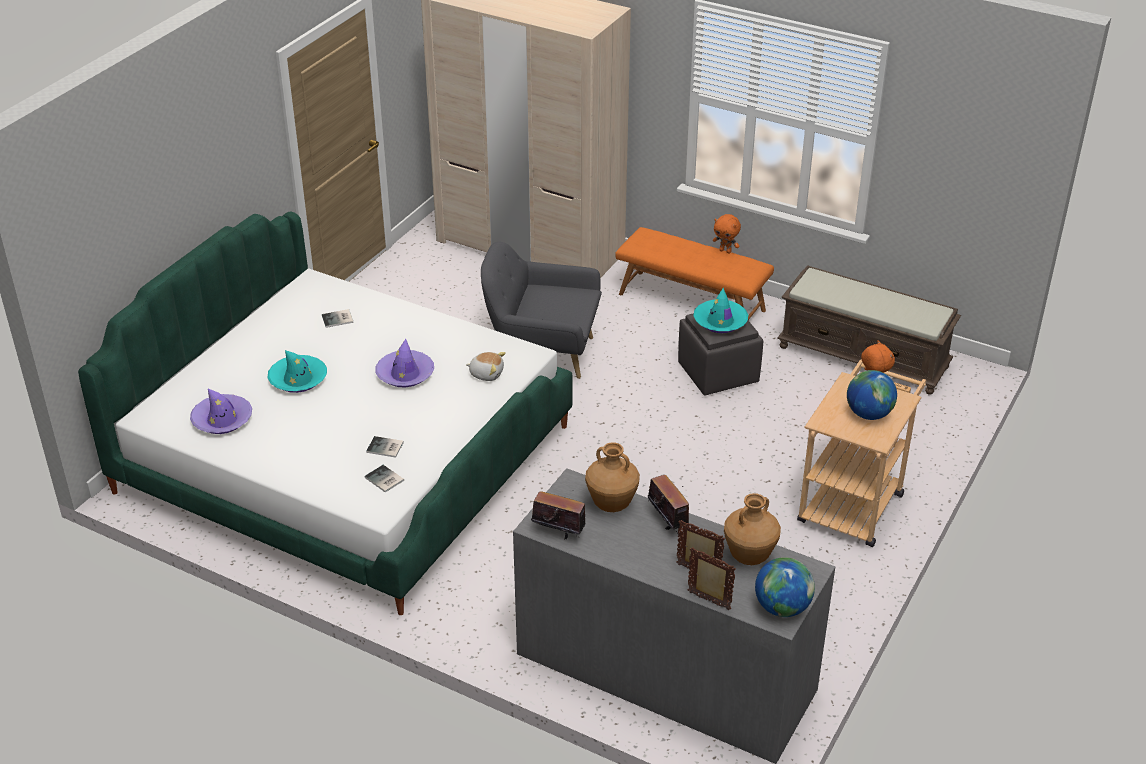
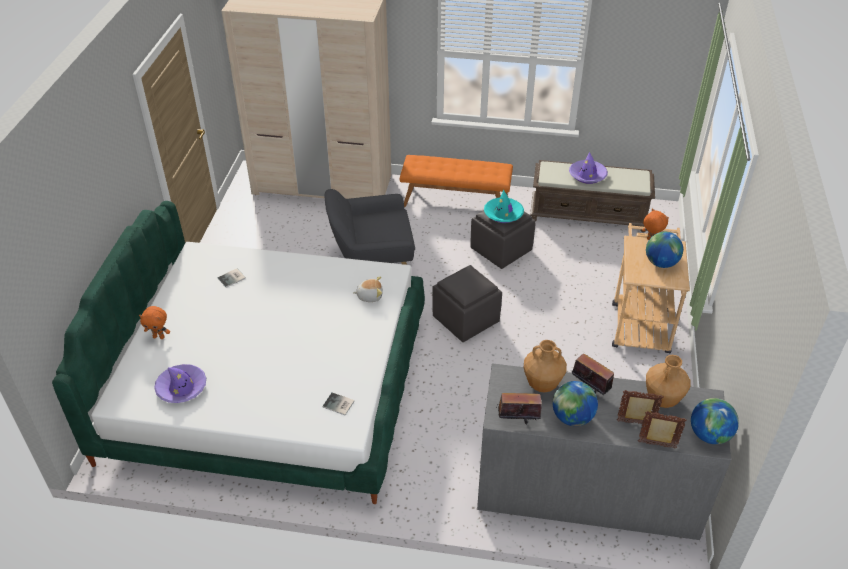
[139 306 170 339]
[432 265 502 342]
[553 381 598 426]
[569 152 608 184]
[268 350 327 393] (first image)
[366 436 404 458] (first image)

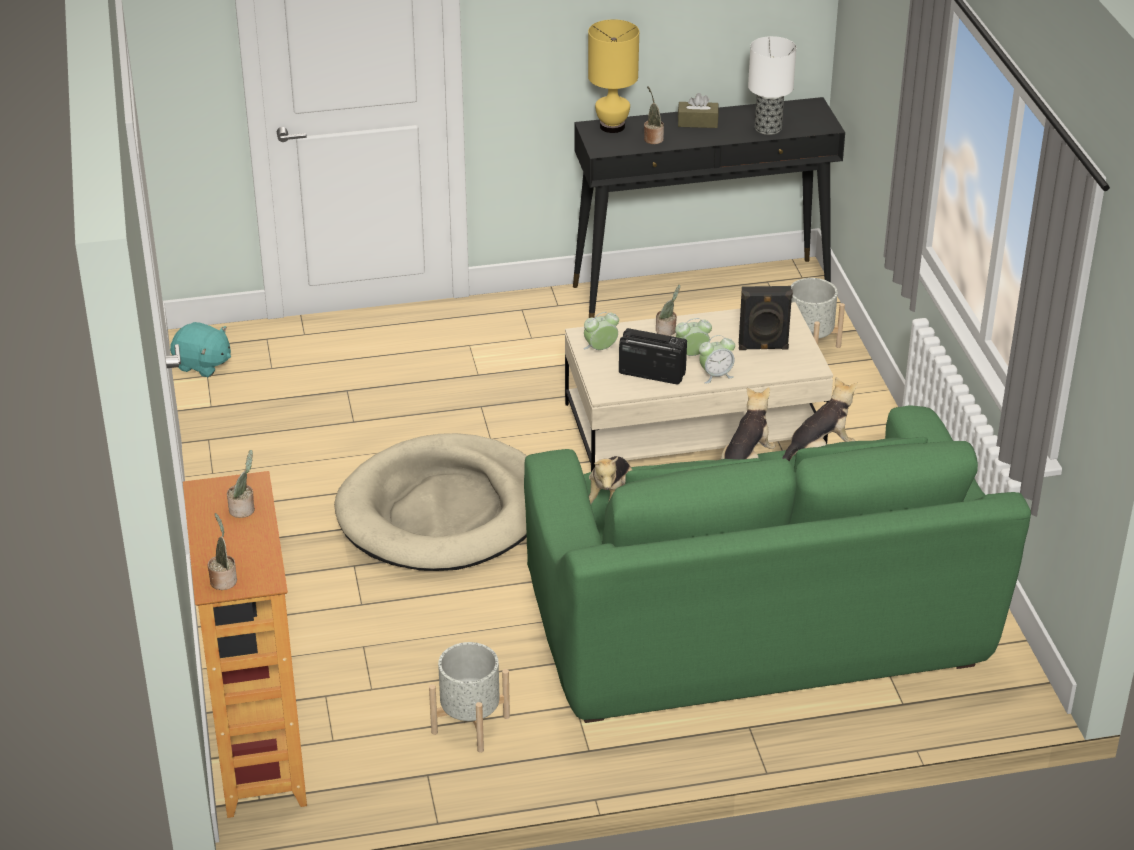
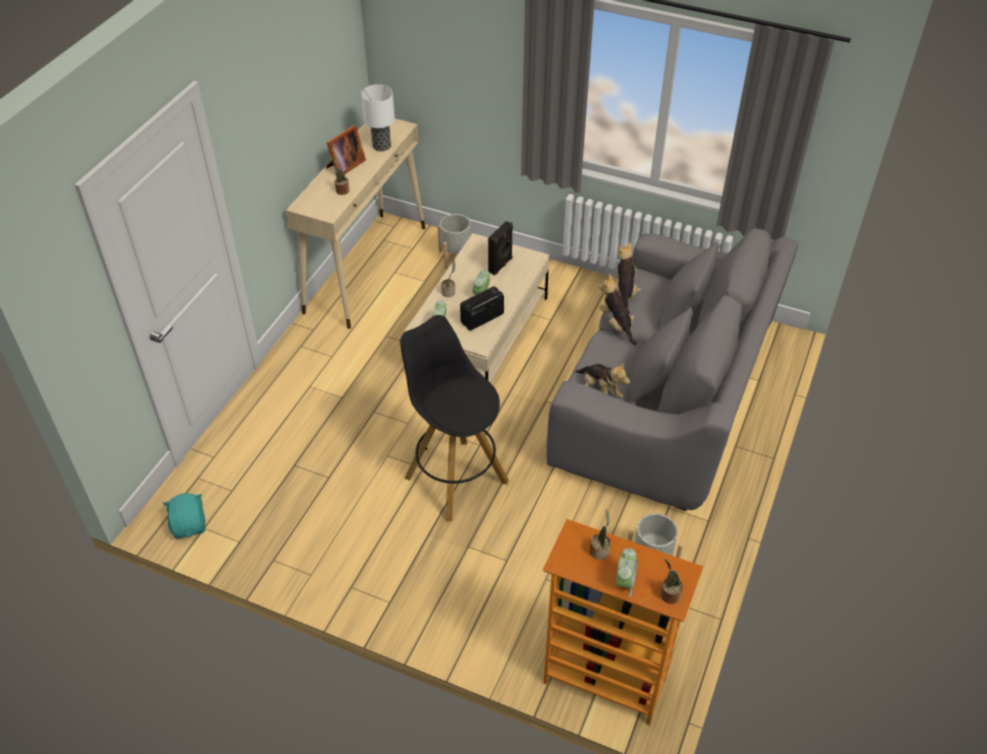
[162 493 206 538]
[286 119 425 329]
[326 125 366 175]
[400 315 509 522]
[546 228 798 511]
[616 548 637 597]
[588 19 639 133] (first image)

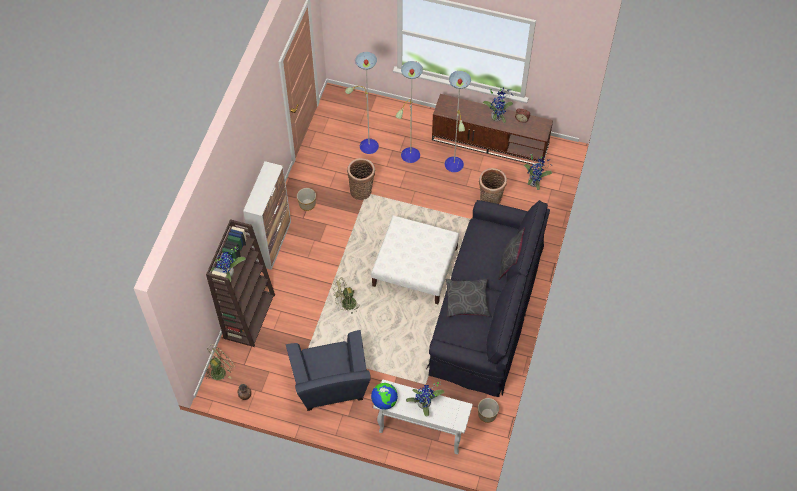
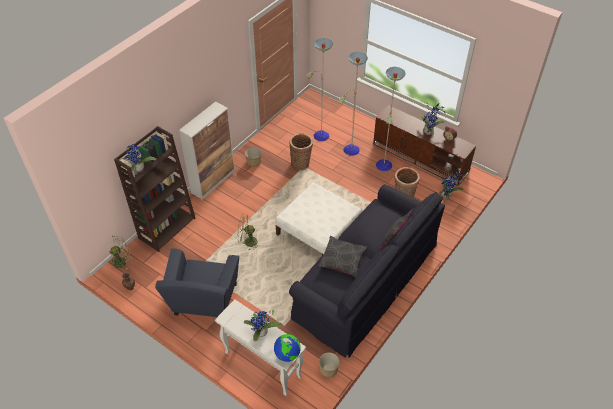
[274 334 301 362]

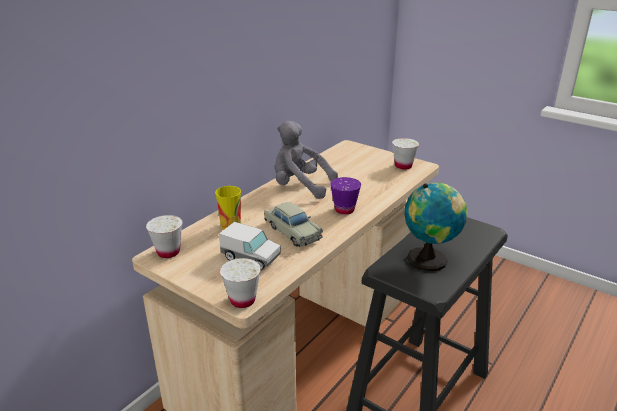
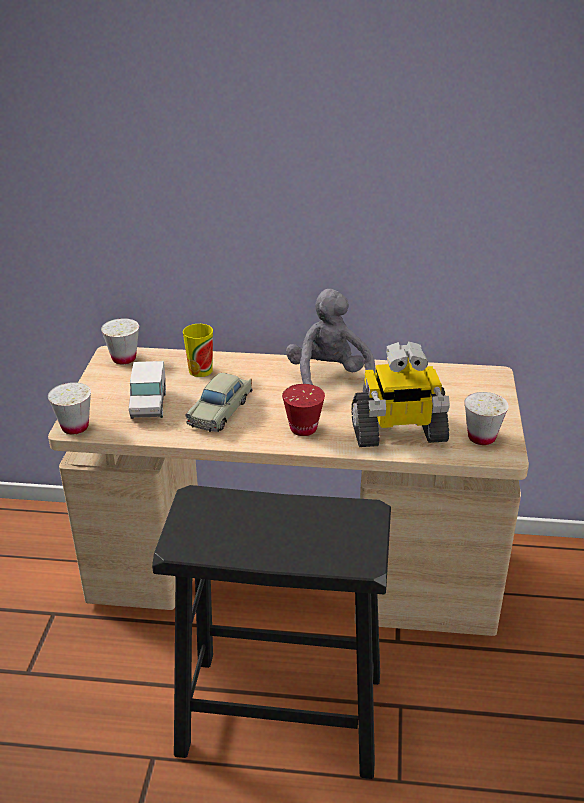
[282 384 325 436]
[351 341 450 447]
[404 182 467 271] (first image)

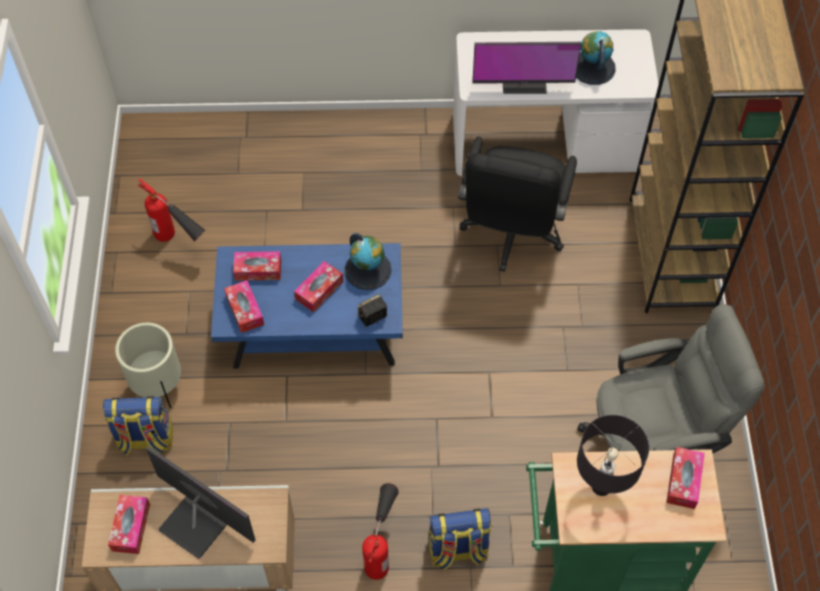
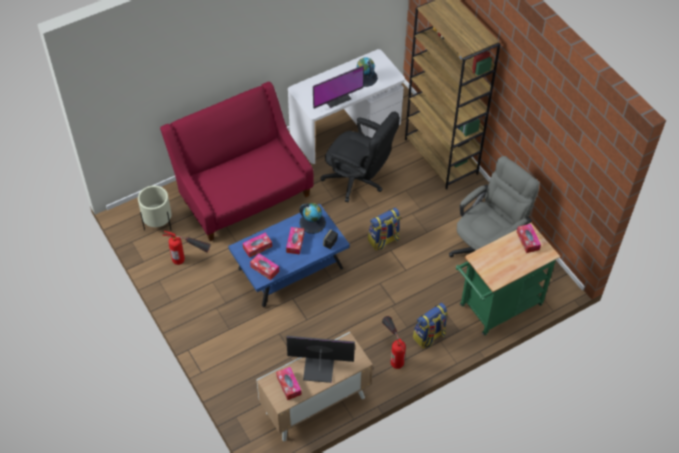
[138 186 172 231]
[160 82 314 241]
[320 112 400 203]
[368 208 401 251]
[577 415 649 496] (first image)

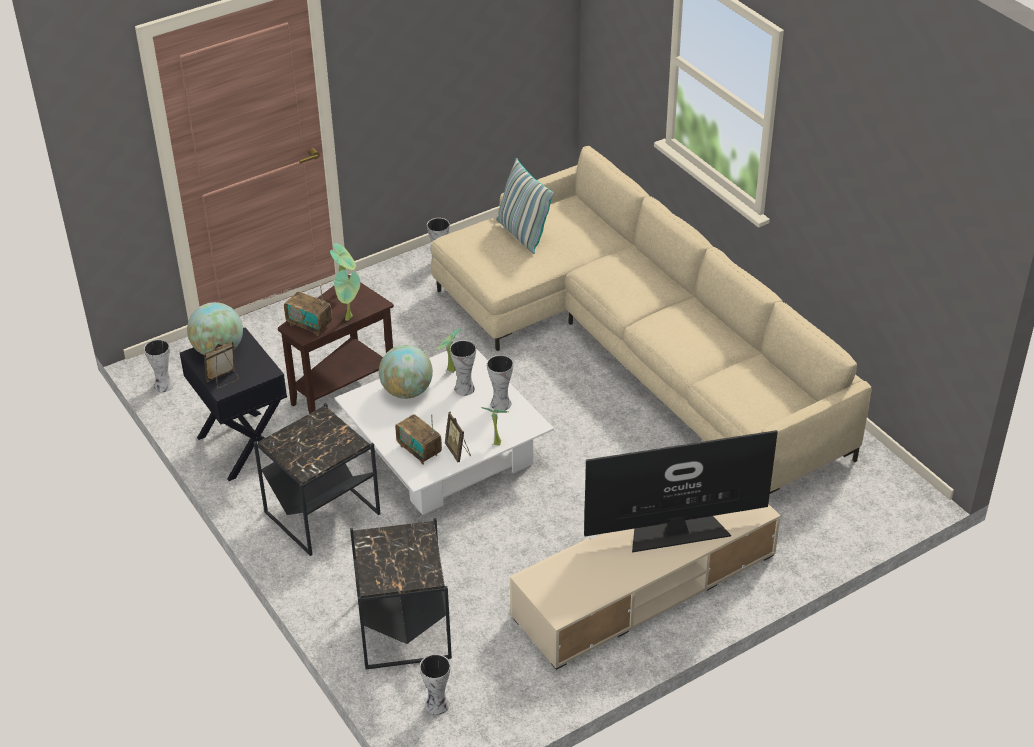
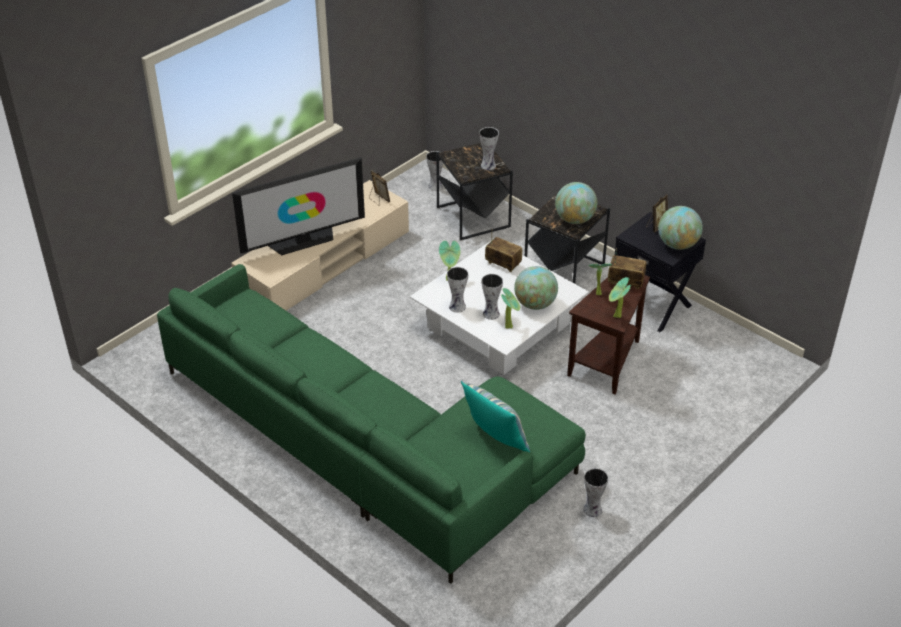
[157 264 586 584]
[369 171 390 206]
[479 127 499 170]
[555 182 597 224]

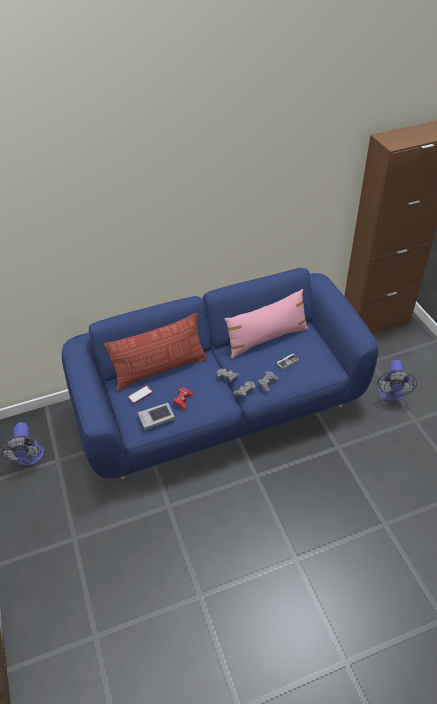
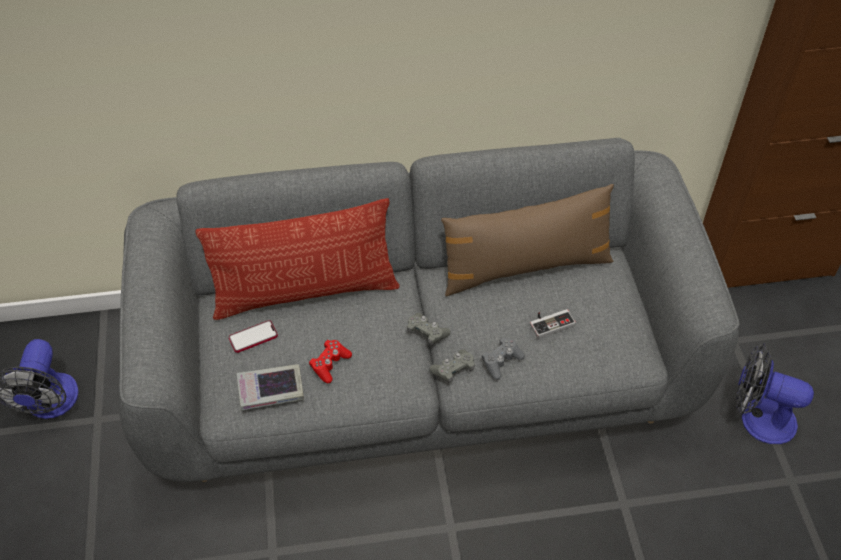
[119 138 739 482]
[441 184 614 297]
[736 344 814 444]

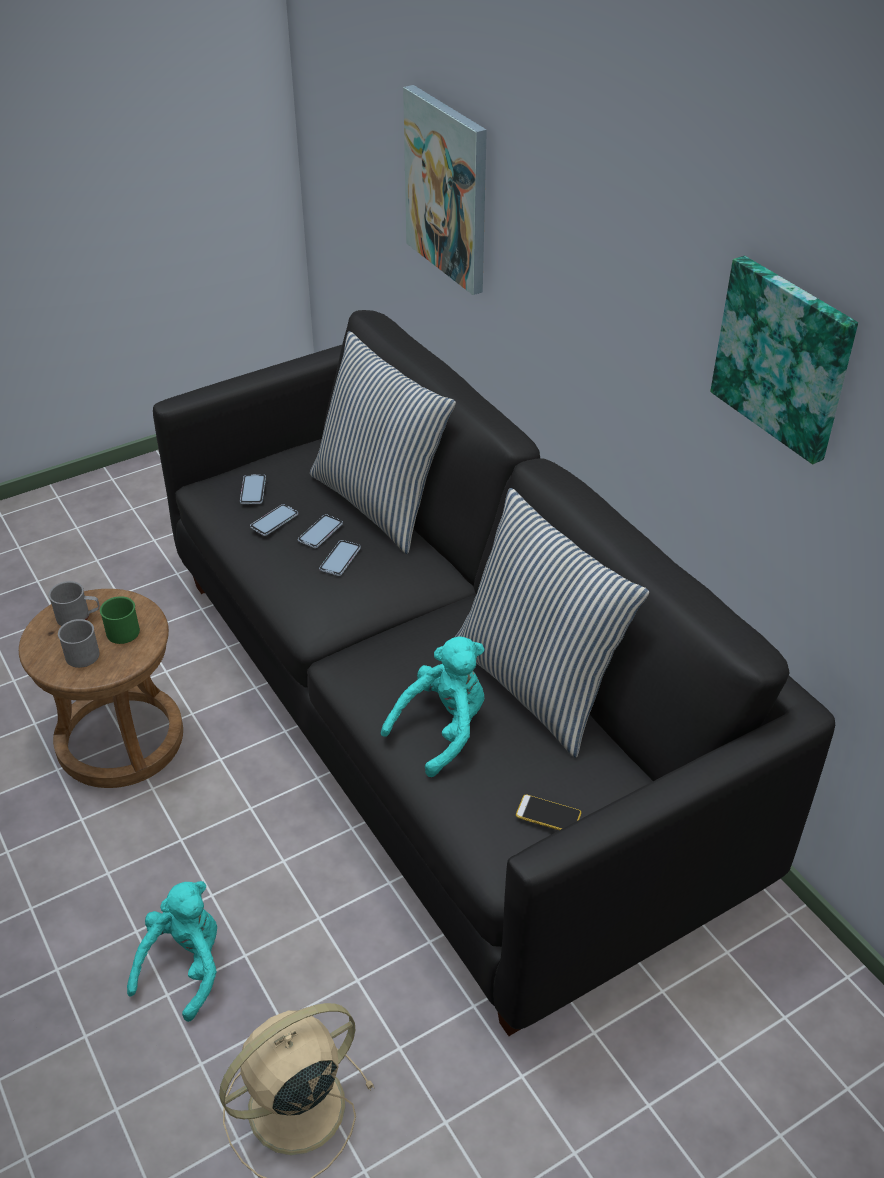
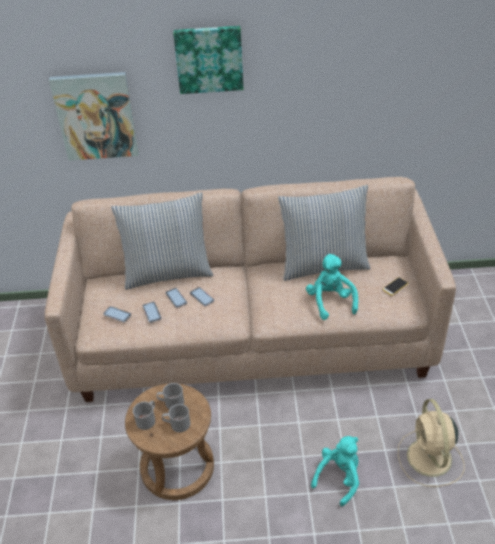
[45 177 456 402]
[156 383 184 409]
[173 26 243 94]
[311 436 359 506]

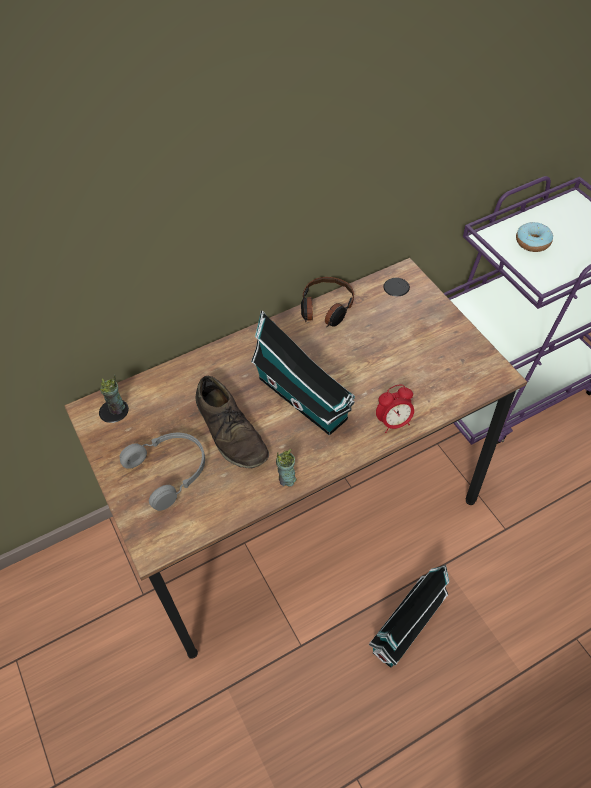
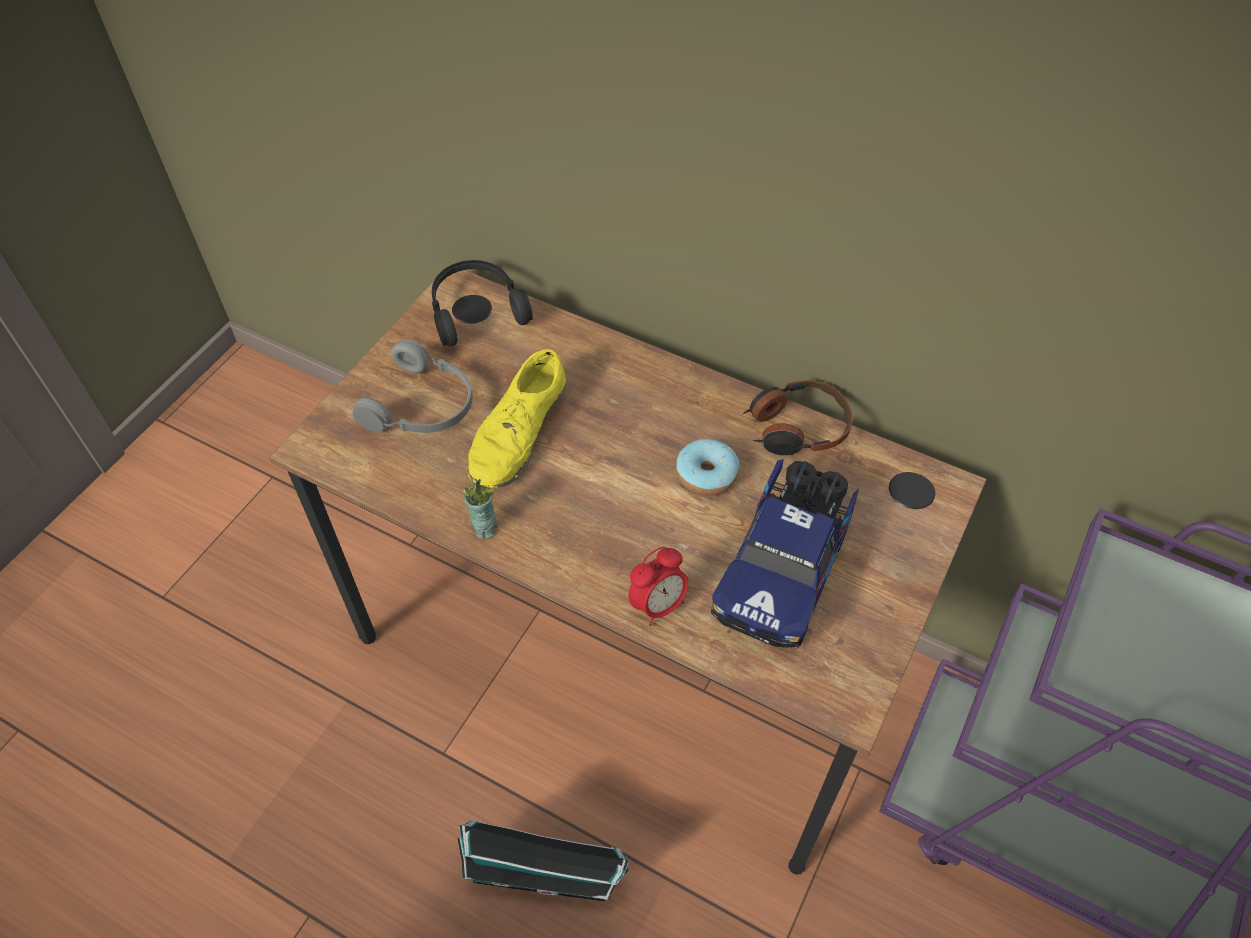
[432 260 533 346]
[467 349 566 488]
[628 547 689 626]
[676 439 739 496]
[711 459 859 649]
[251 311 355 436] (first image)

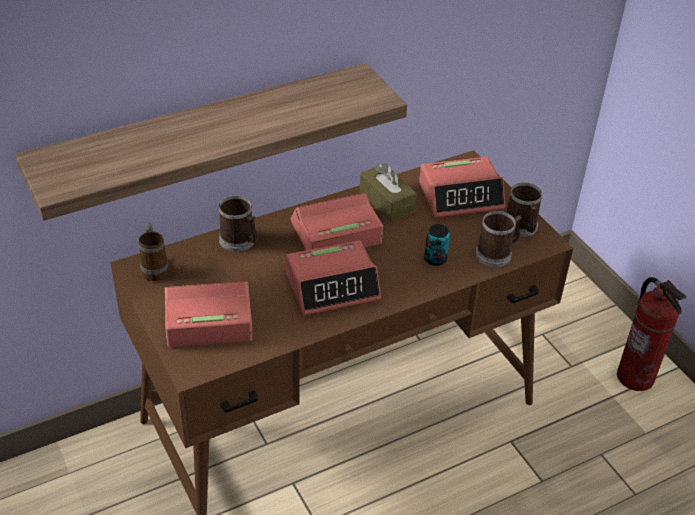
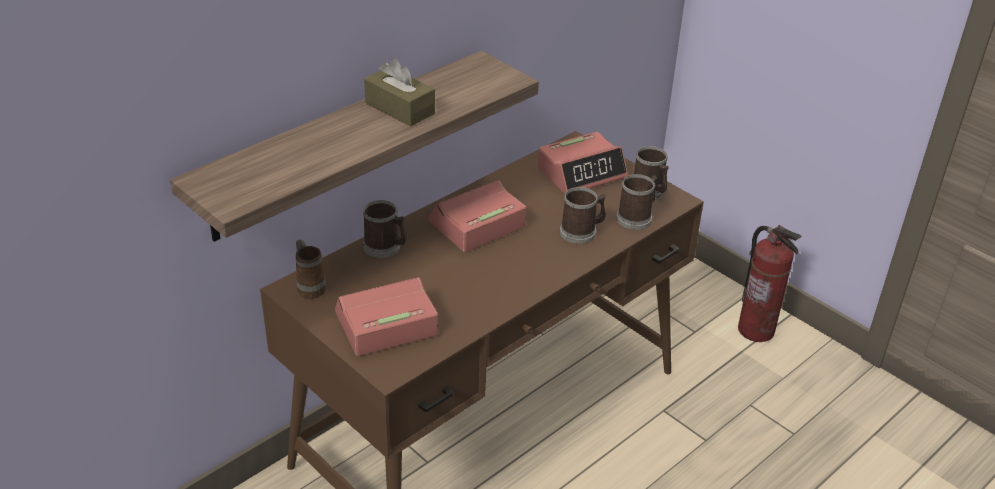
[364 59 435 127]
[560 187 606 244]
[286 240 381 316] (first image)

